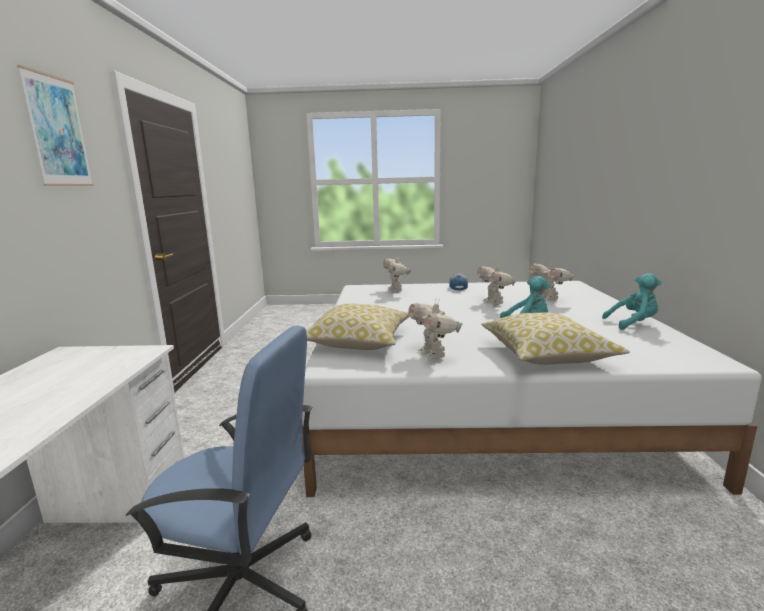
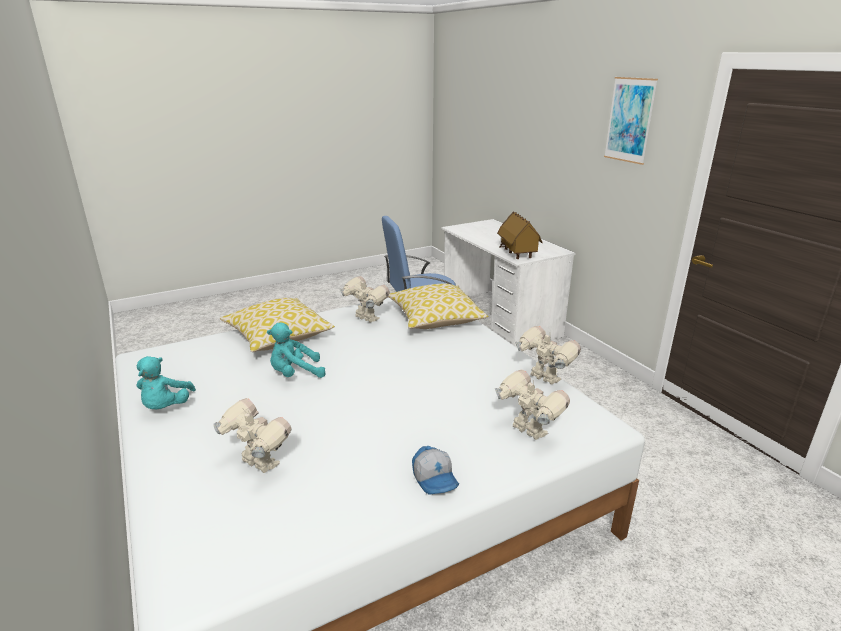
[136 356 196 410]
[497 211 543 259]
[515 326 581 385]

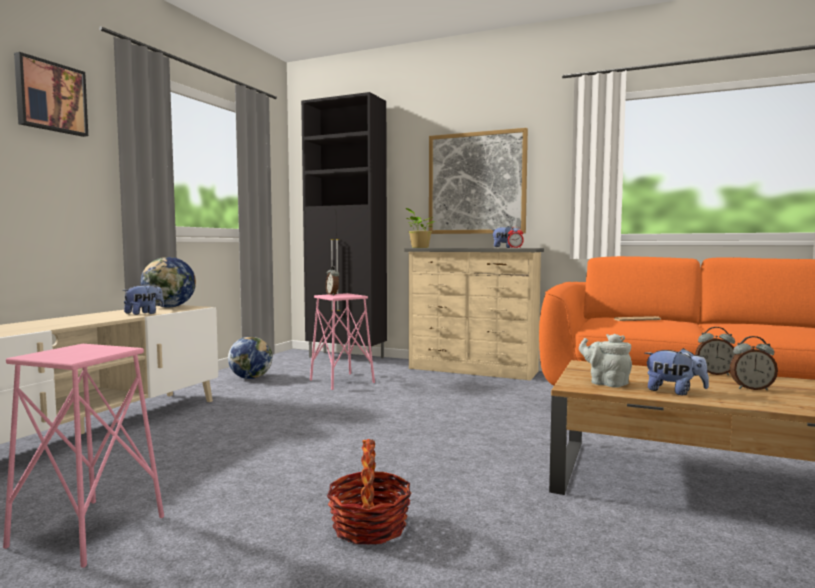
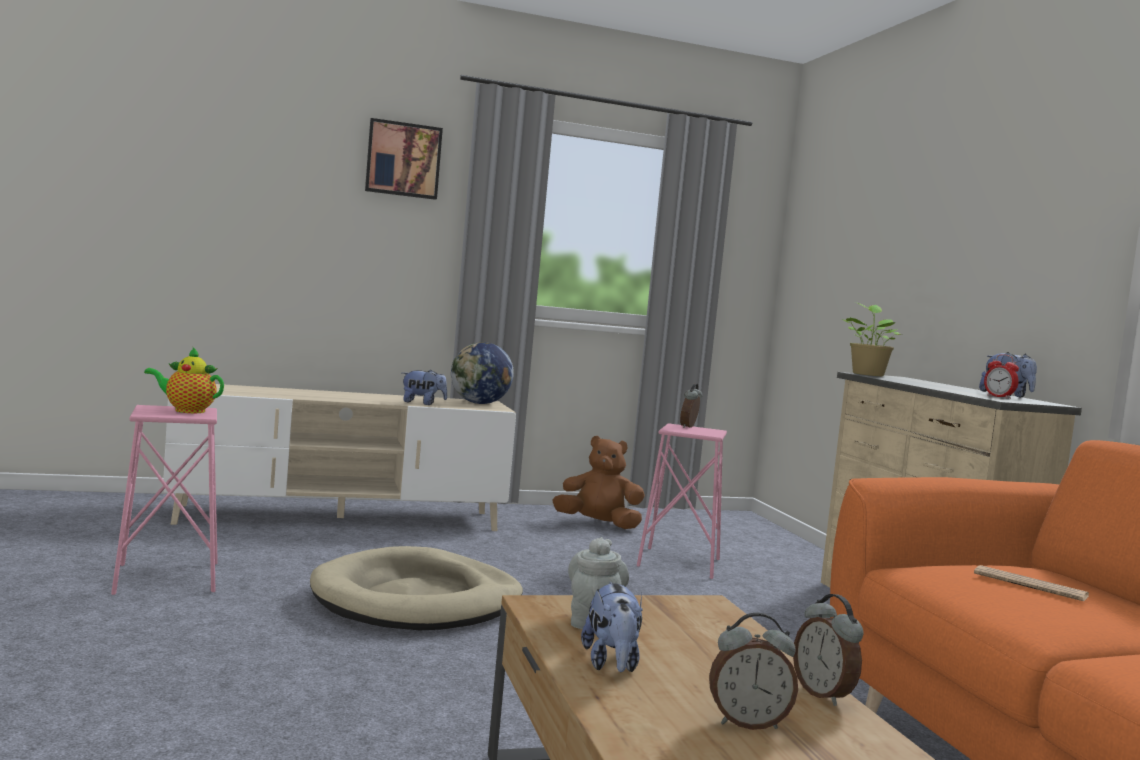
[144 346 224 413]
[310 546 523 630]
[552 436 645 529]
[709 612 798 730]
[301 92 387 364] (first image)
[327 439 411 545] (first image)
[429 128 528 234] (first image)

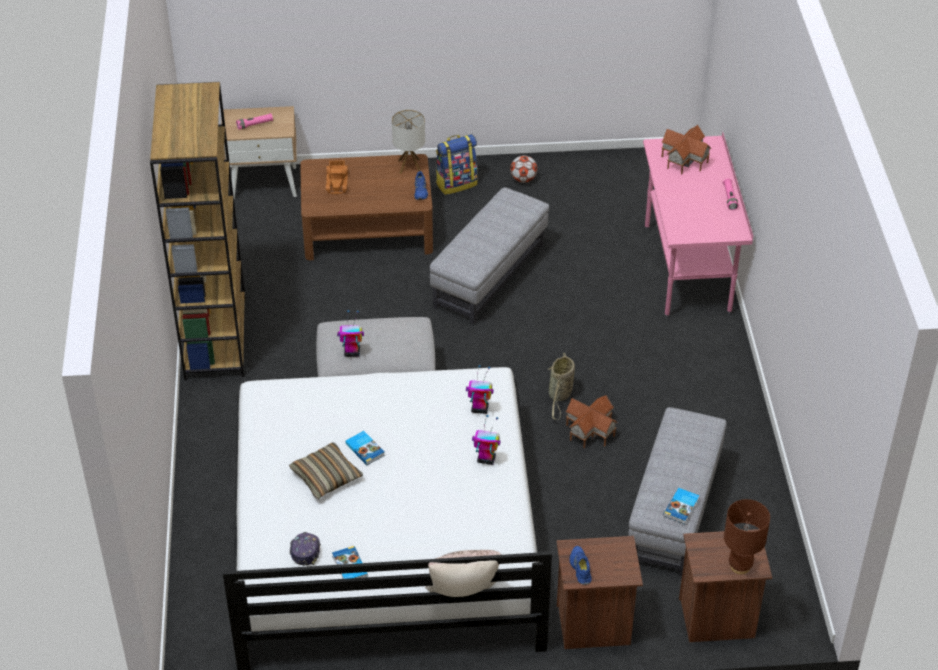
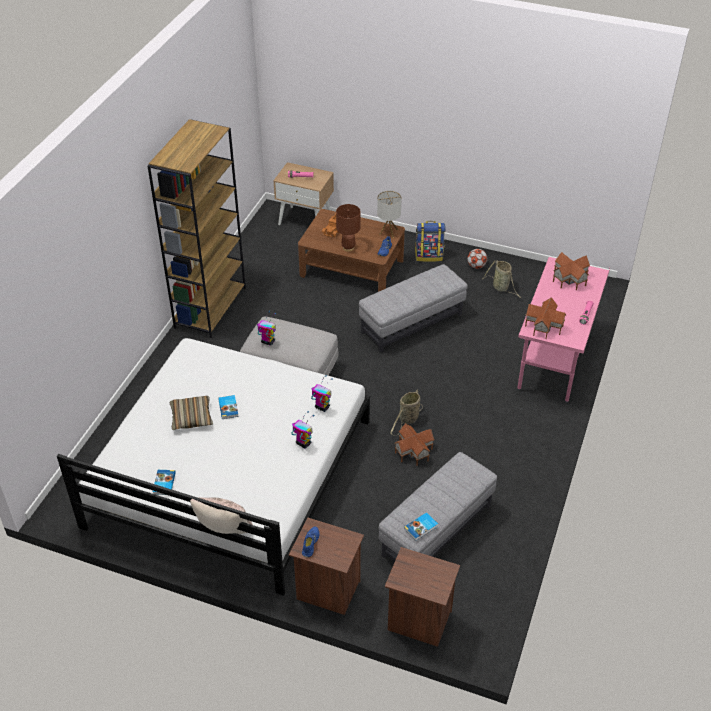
[336 204 361 252]
[483 260 521 298]
[525 297 566 339]
[290 532 321 566] (first image)

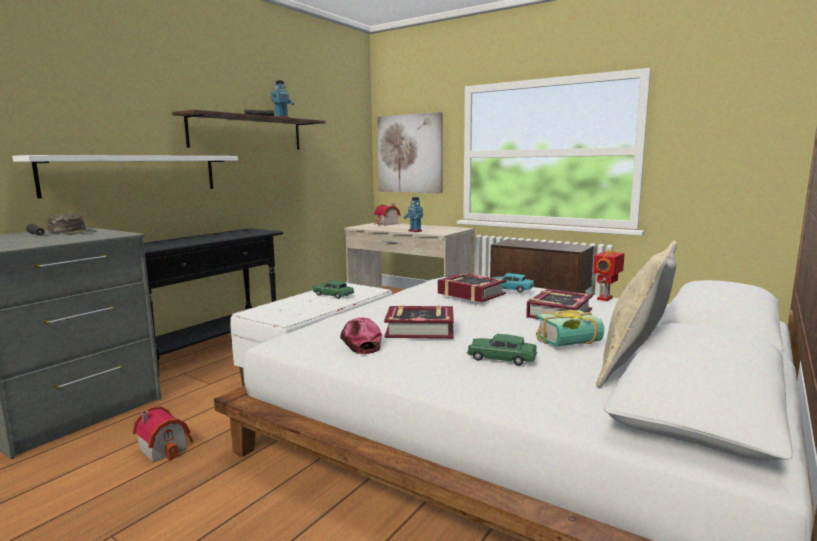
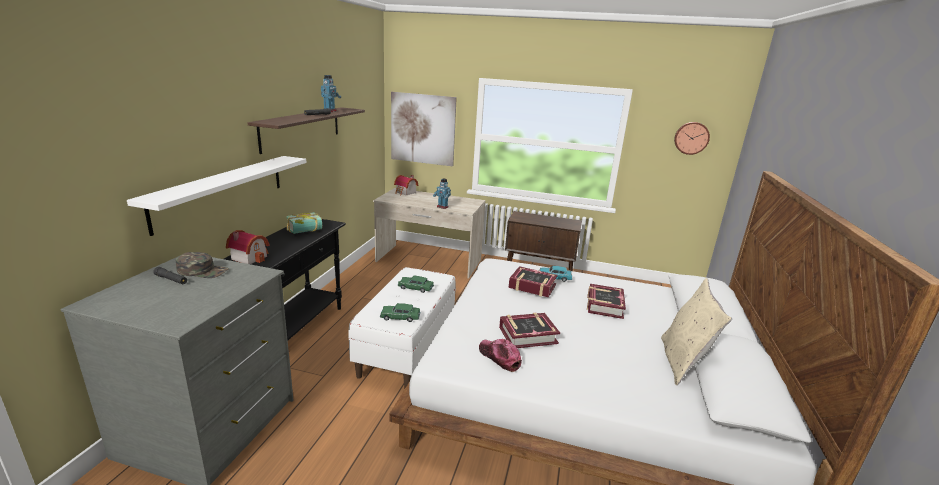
[226 230 270 264]
[286 212 322 234]
[380 303 420 322]
[674 122 710 155]
[593 249 624 301] (first image)

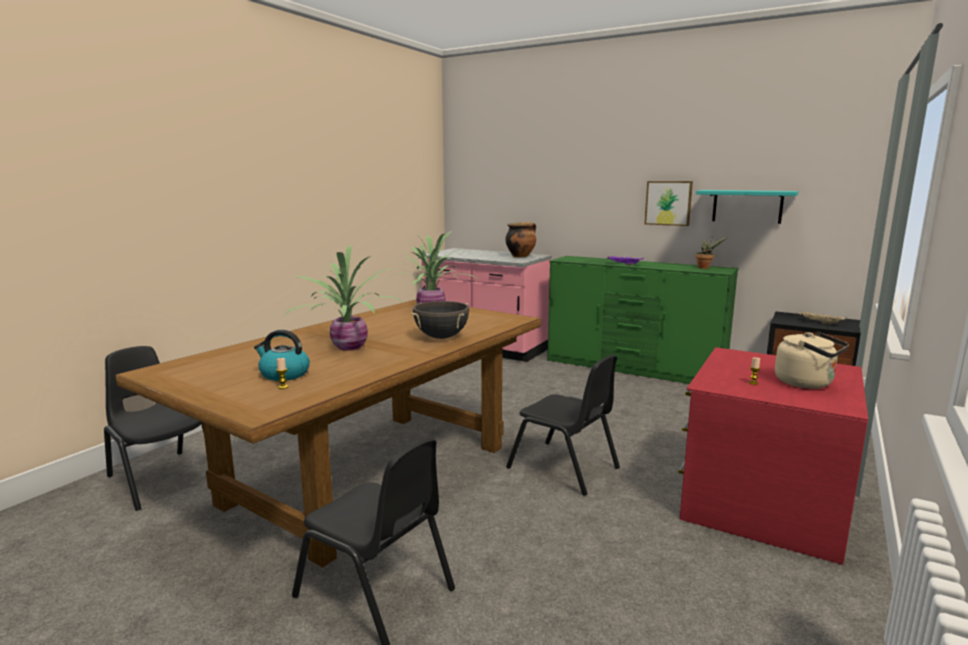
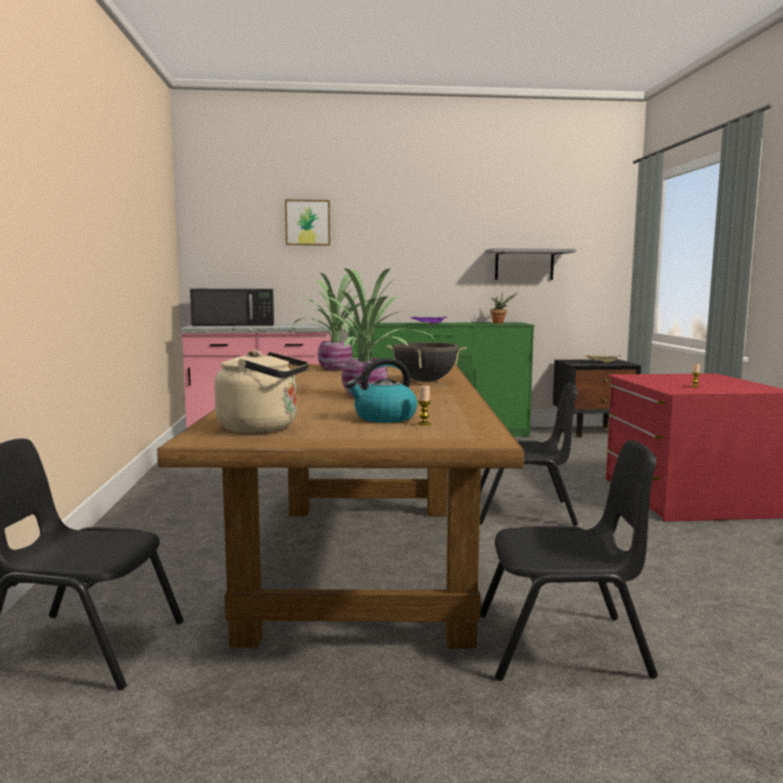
[190 289 274 326]
[214 350 309 433]
[285 199 330 246]
[485 248 576 280]
[505 222 536 257] (first image)

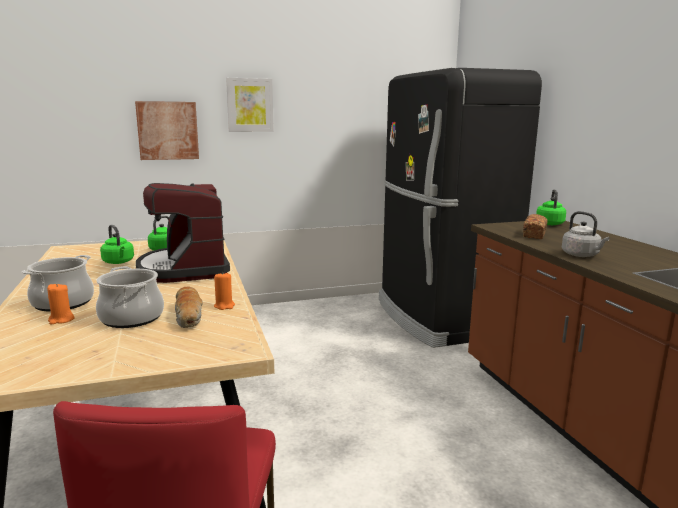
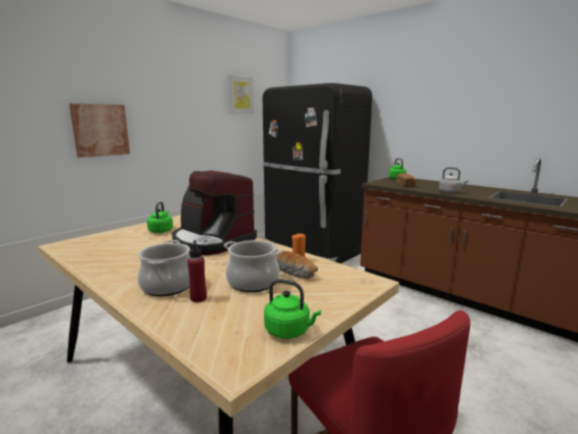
[187 240 207 303]
[228 75 254 114]
[264 279 321 339]

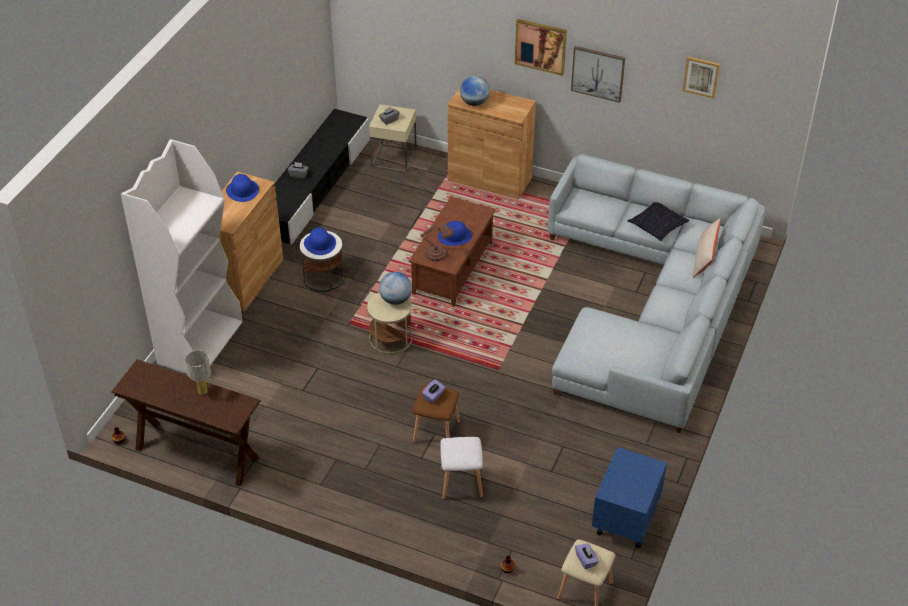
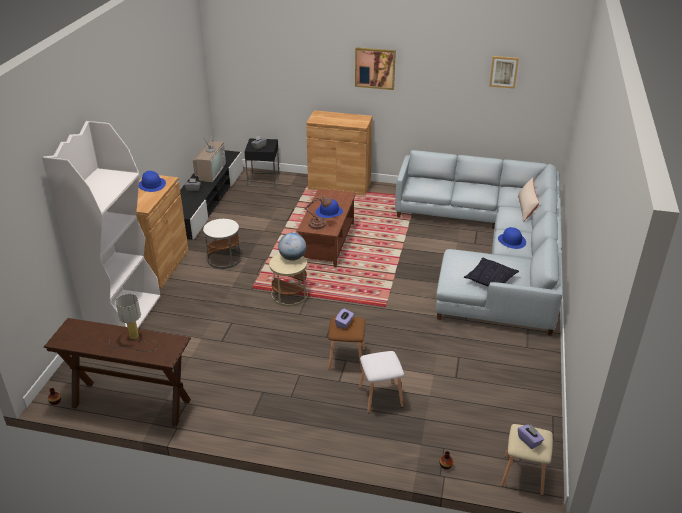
[193 126 226 182]
[244 139 279 188]
[464 257 519 287]
[498 227 526 249]
[460 76 490 106] (first image)
[571 46 625 103] (first image)
[592 447 667 548] (first image)

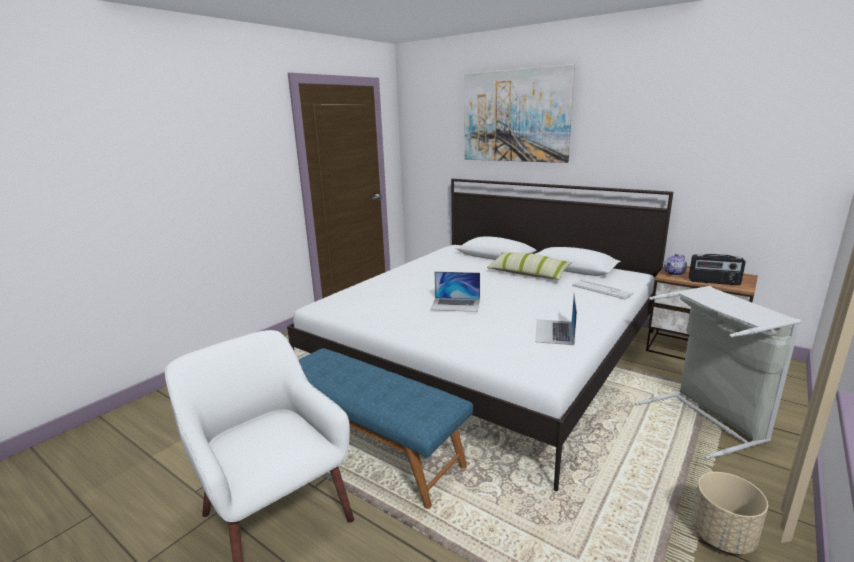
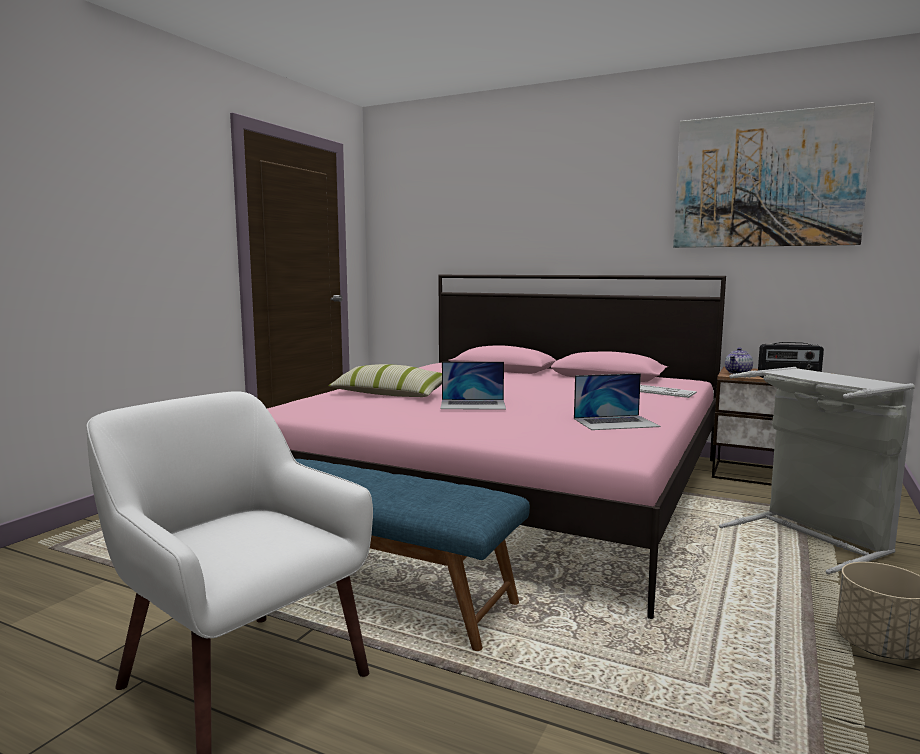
[267 275 726 619]
[328 364 442 397]
[574 373 661 430]
[673 102 875 248]

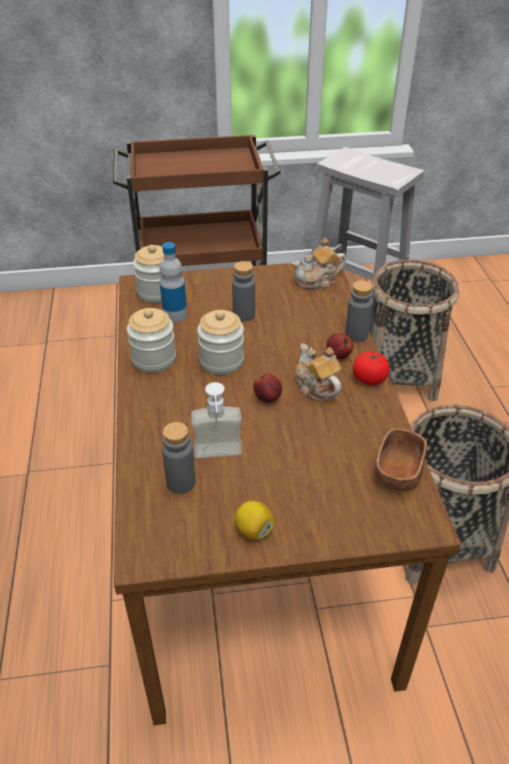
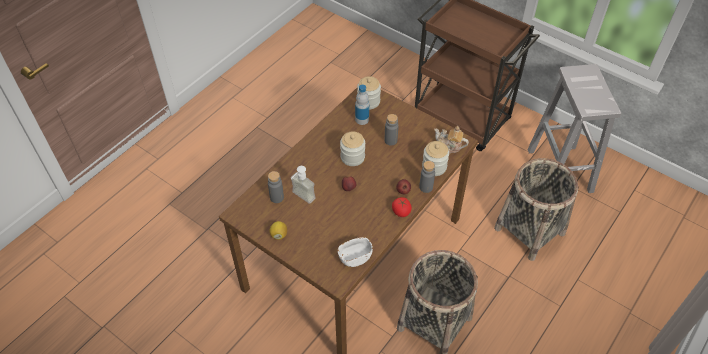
[338 237 373 267]
[422 141 449 176]
[295 344 341 401] (first image)

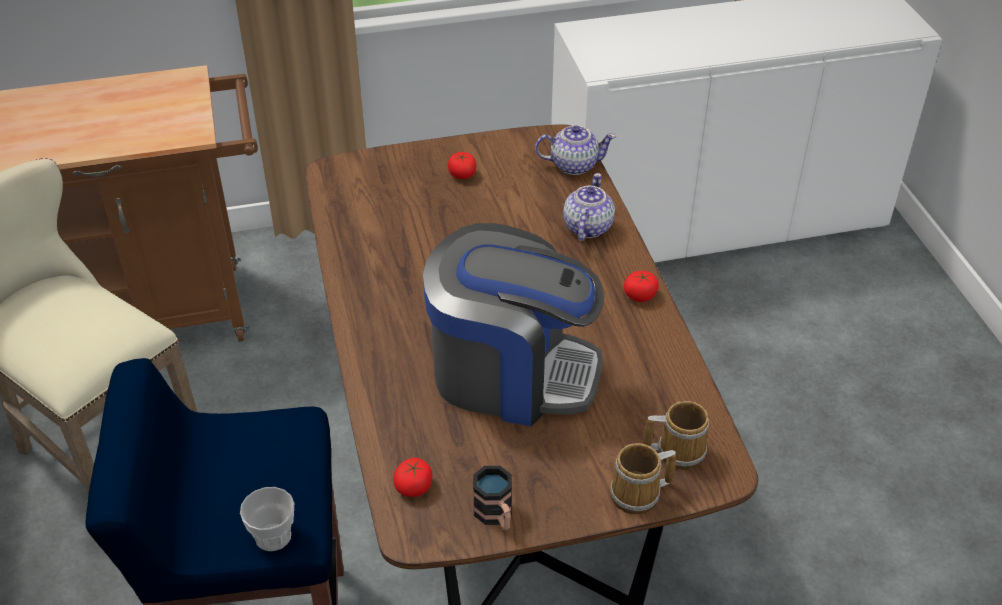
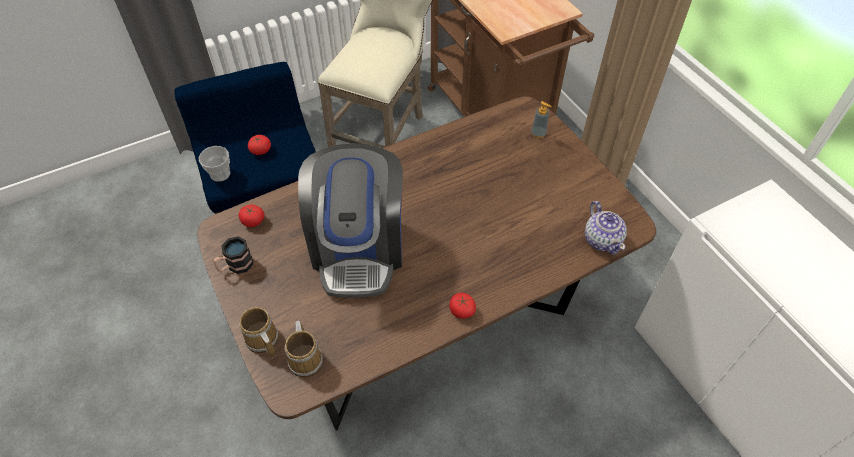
[248 135 271 155]
[531 101 552 138]
[563 173 615 241] (first image)

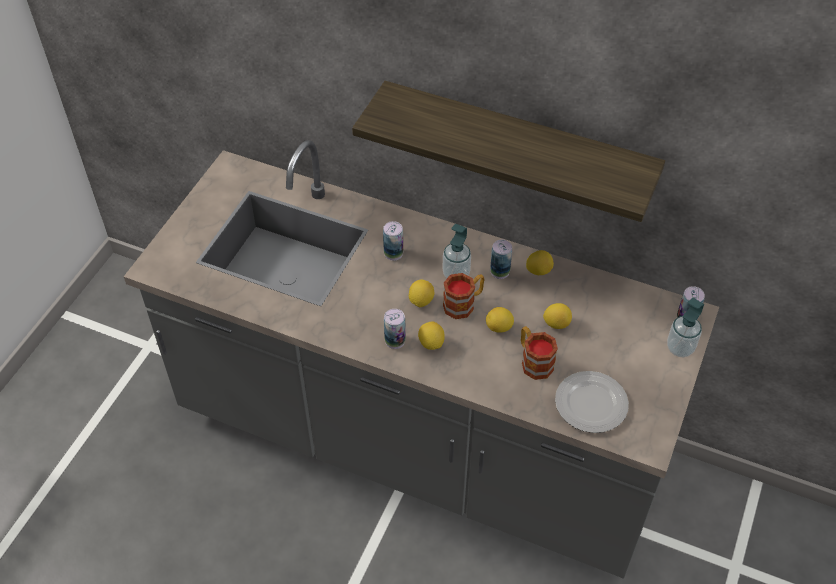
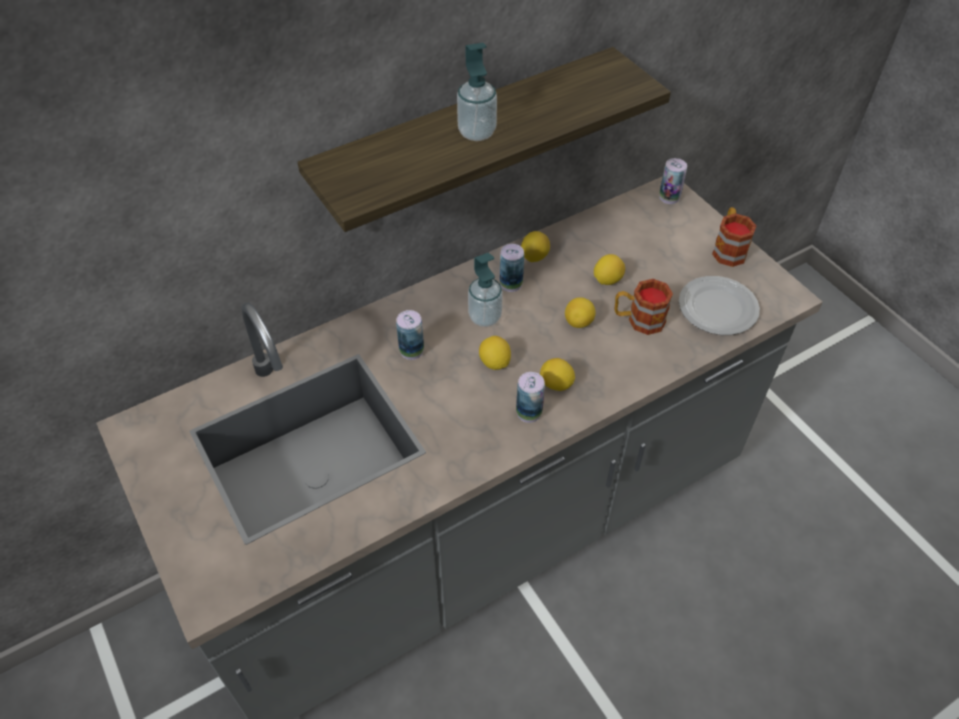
[457 43 497 141]
[712 207 756 267]

